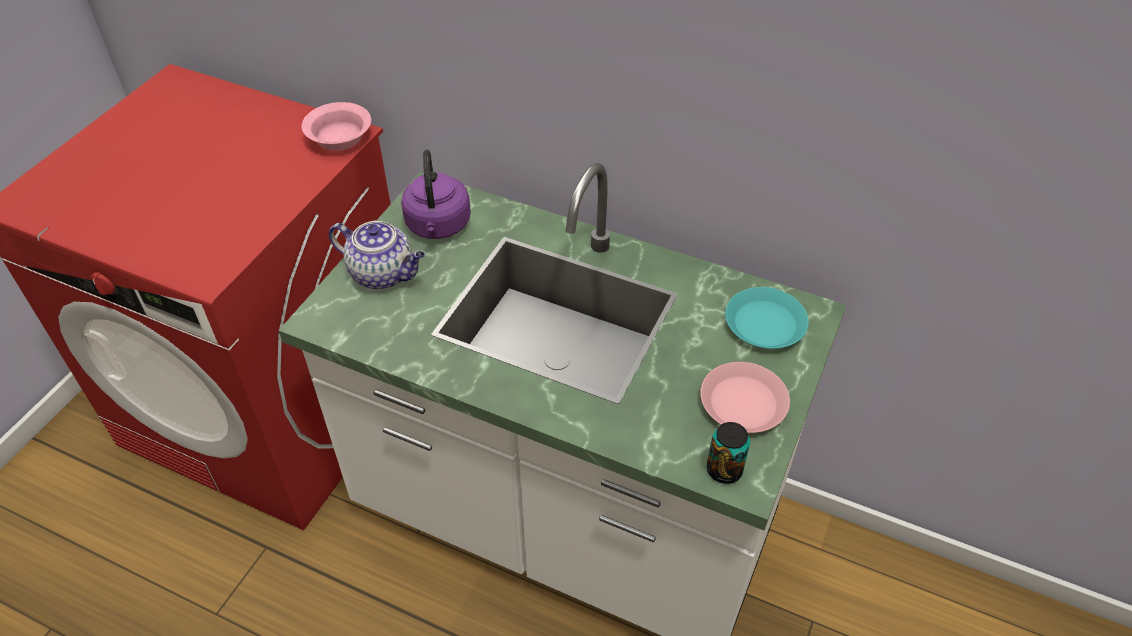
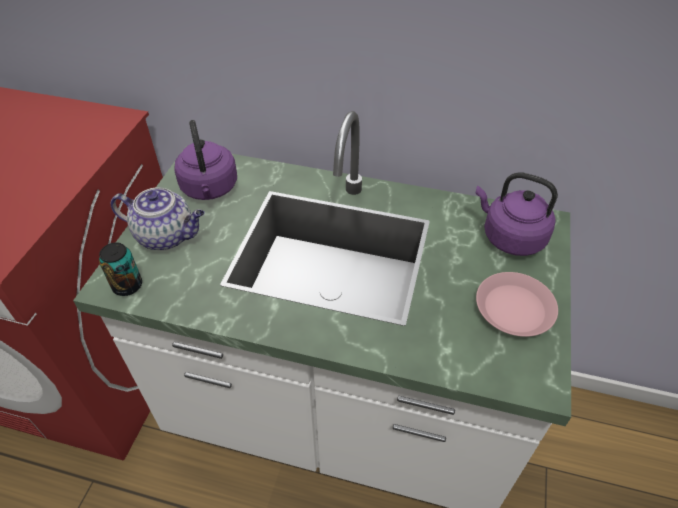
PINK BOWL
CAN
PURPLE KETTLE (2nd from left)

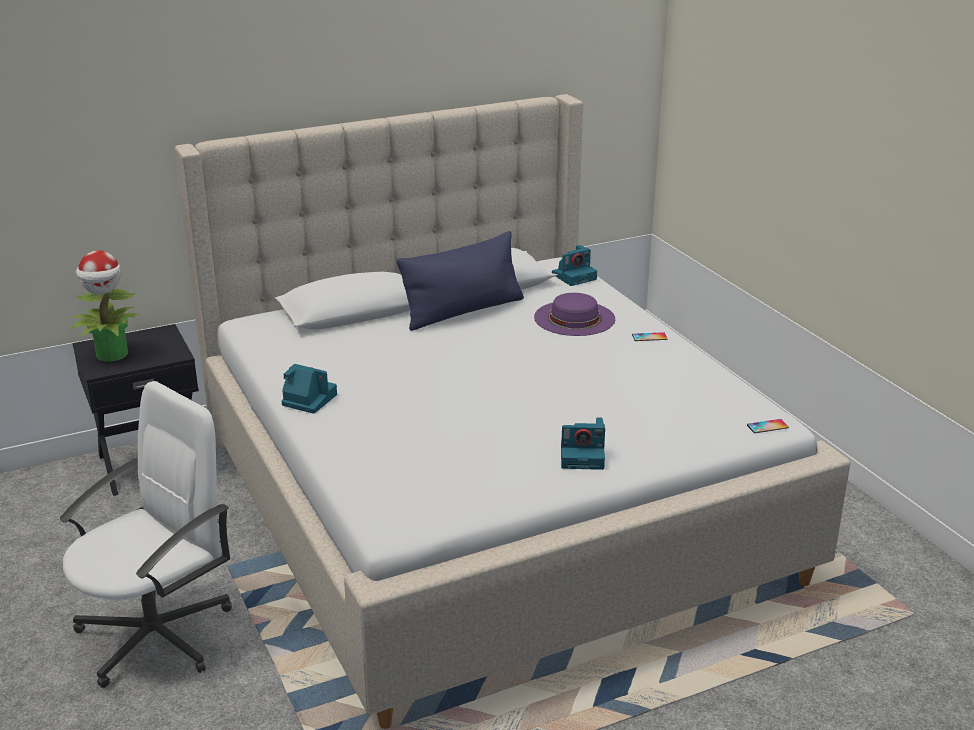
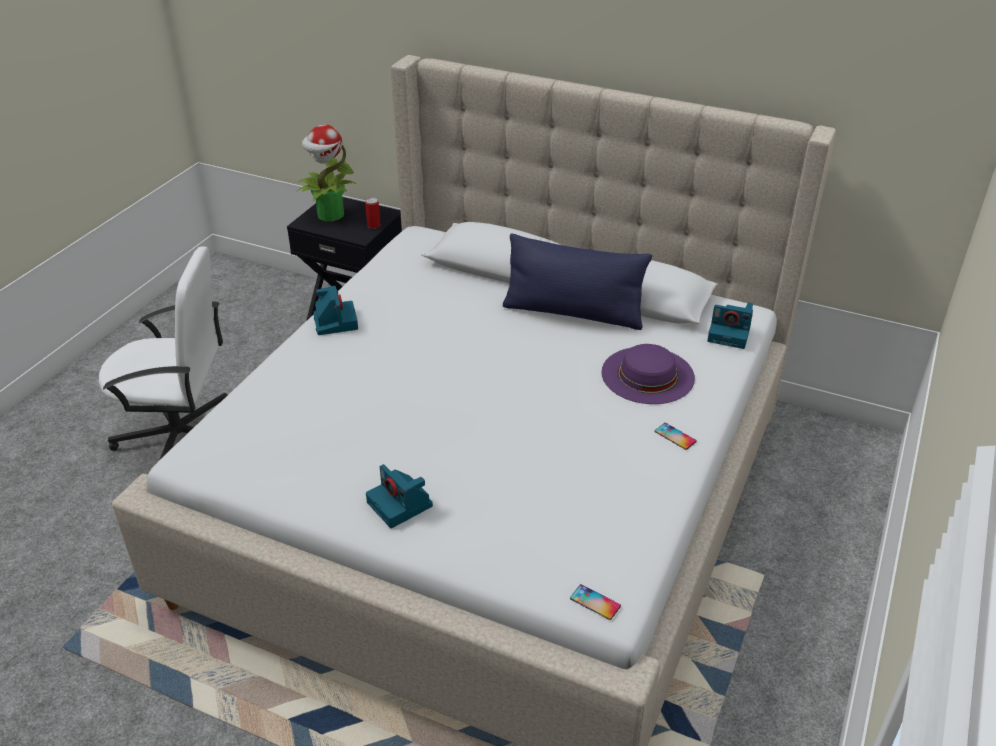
CAN

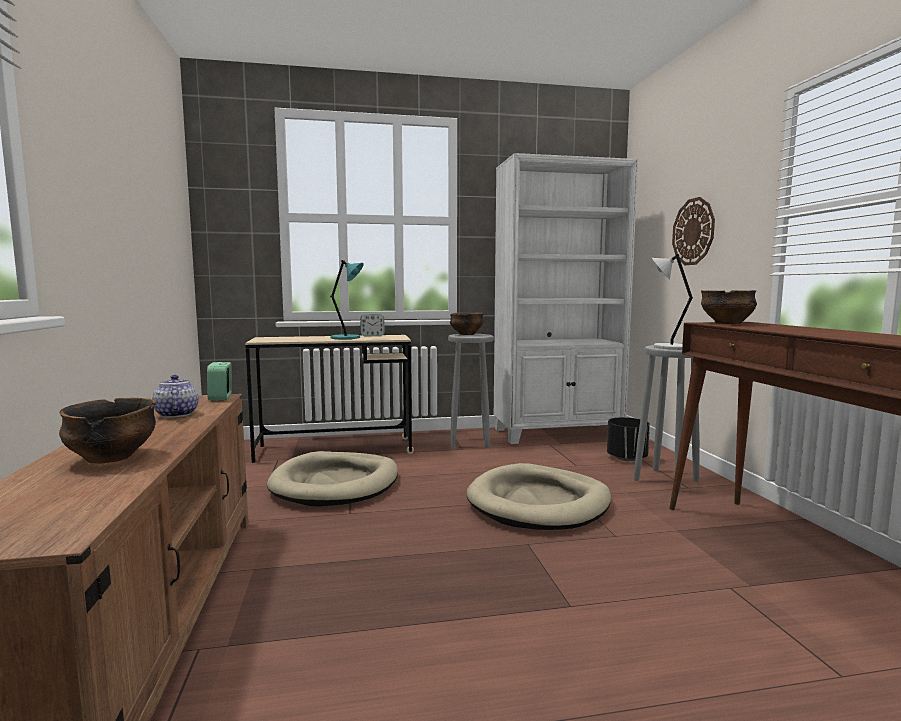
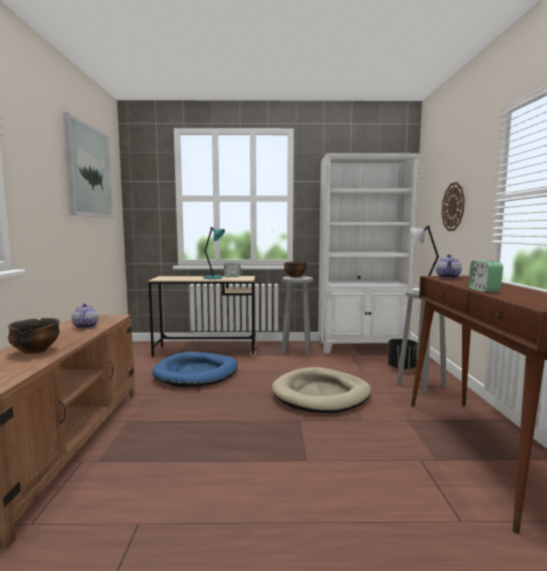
PICTURE
ALARM CLOCK (2nd from left)
TEAPOT (2nd from left)
BLUE DOG BED

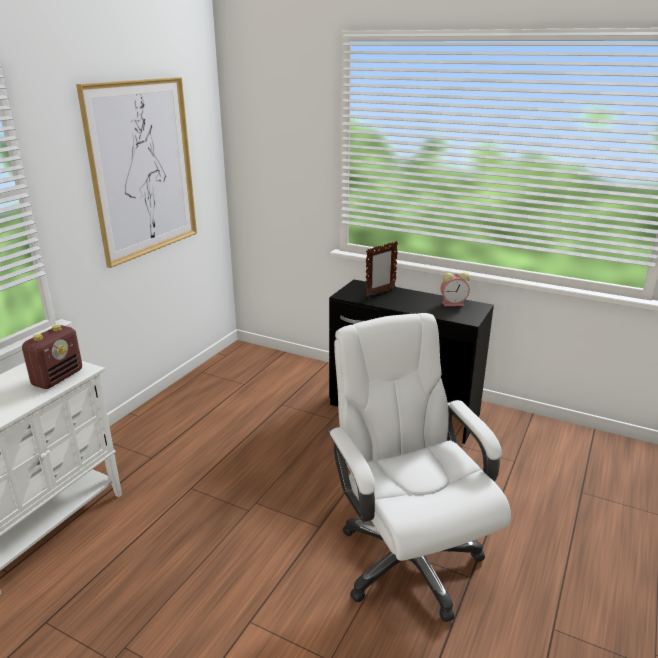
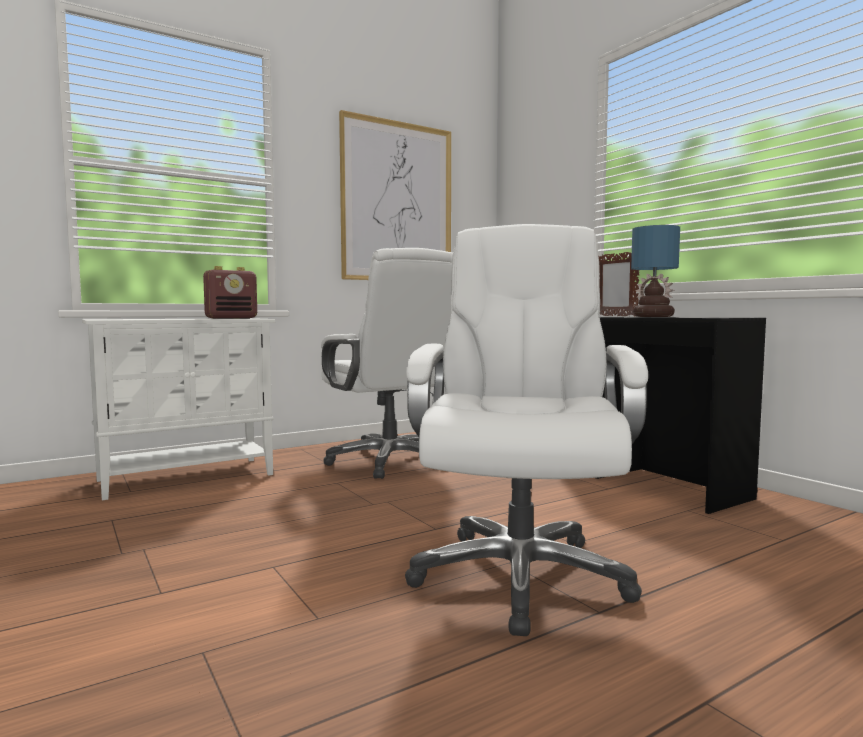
ALARM CLOCK
WHITE OFFICE CHAIR (1st from left)
TABLE LAMP
PICTURE FRAME

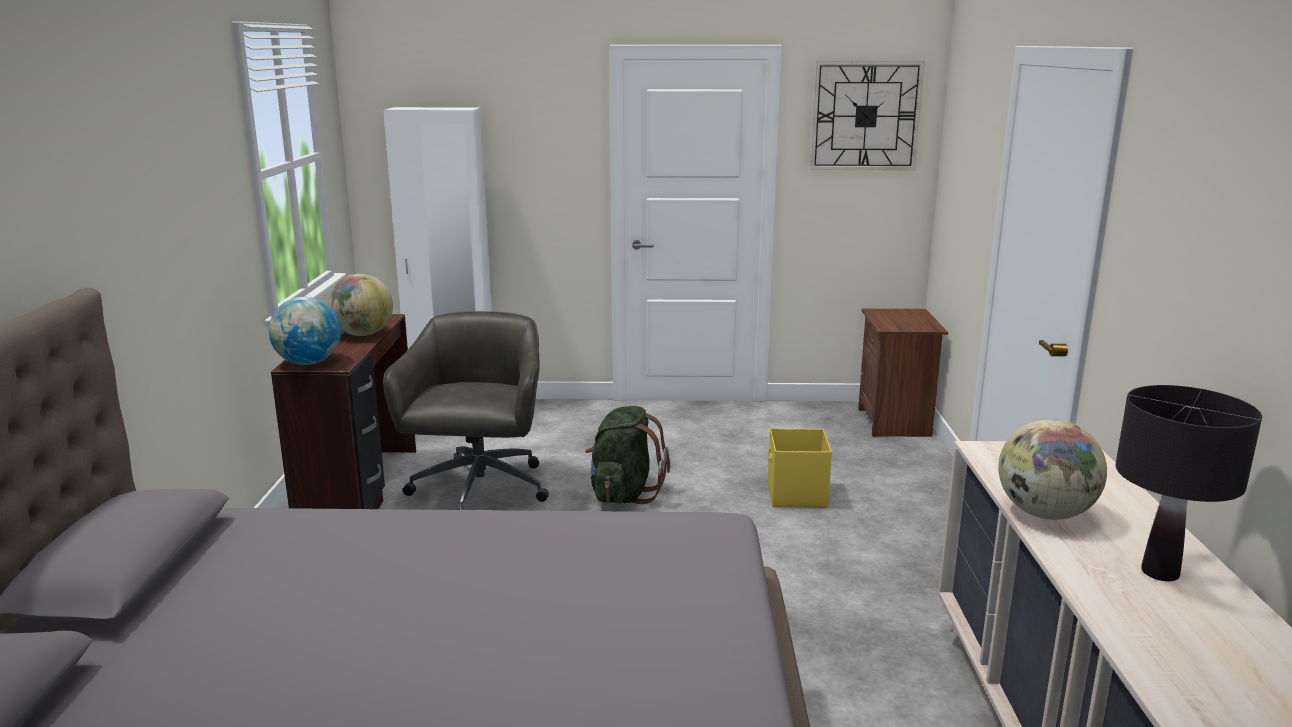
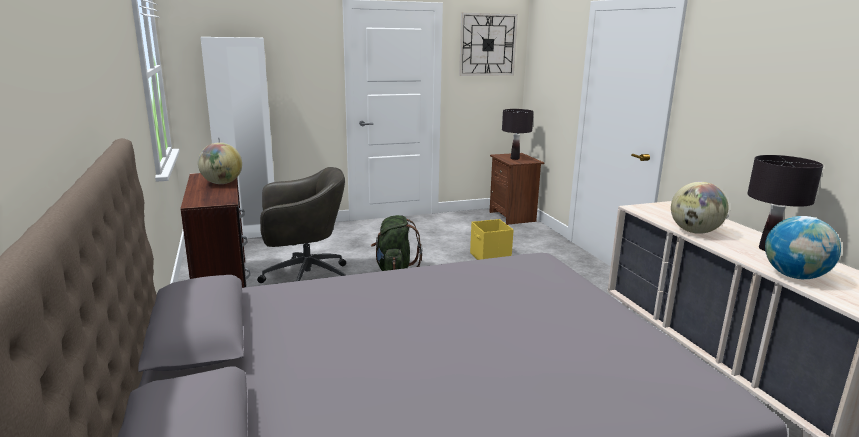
BLACK TABLE LAMP (1st from left)
GLOBE (3rd from left)
GREY OFFICE CHAIR

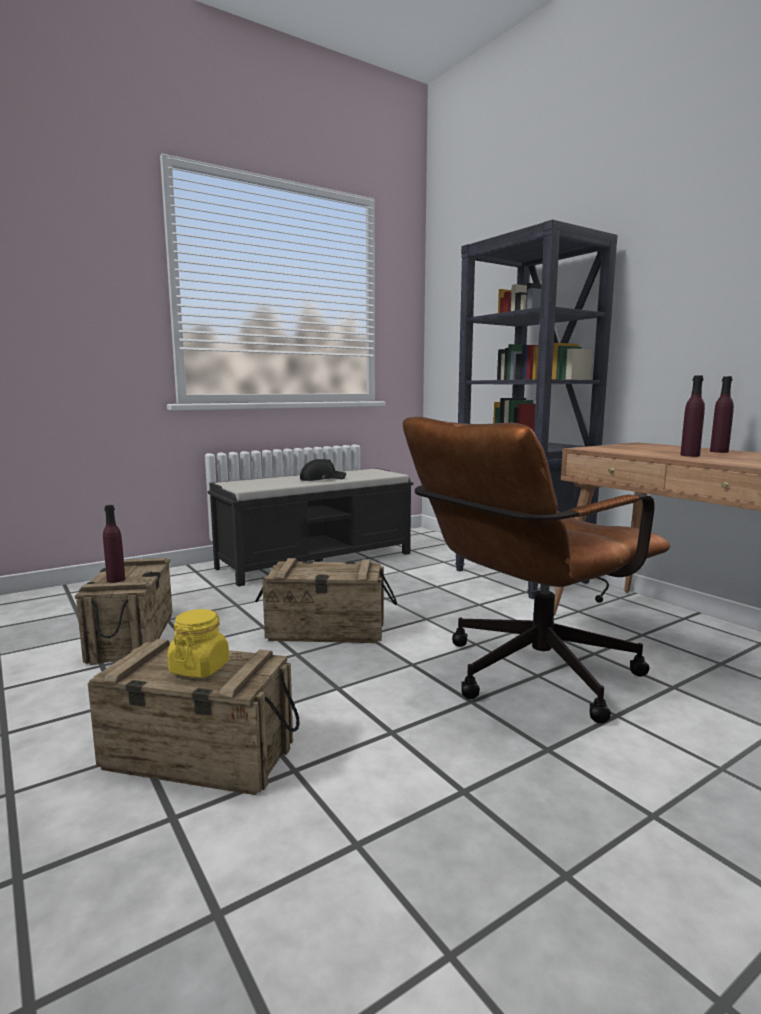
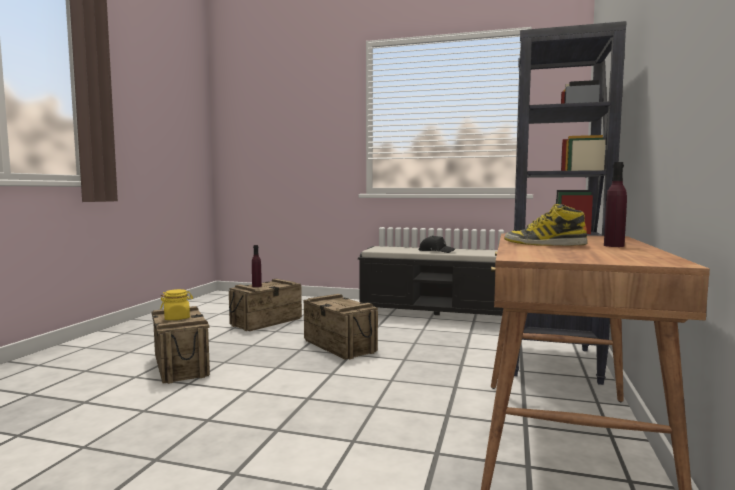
BROWN OFFICE CHAIR
BOOT

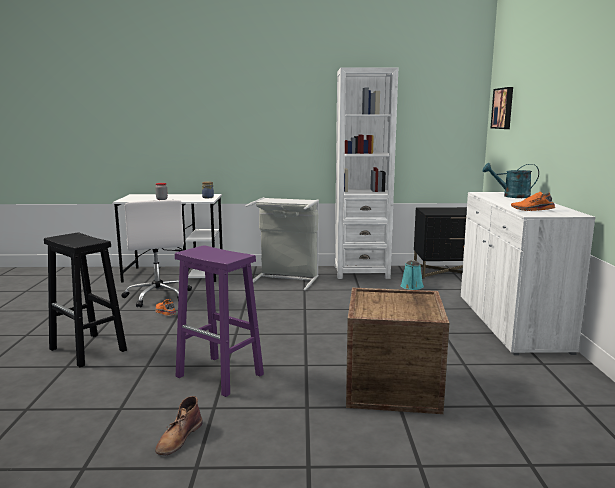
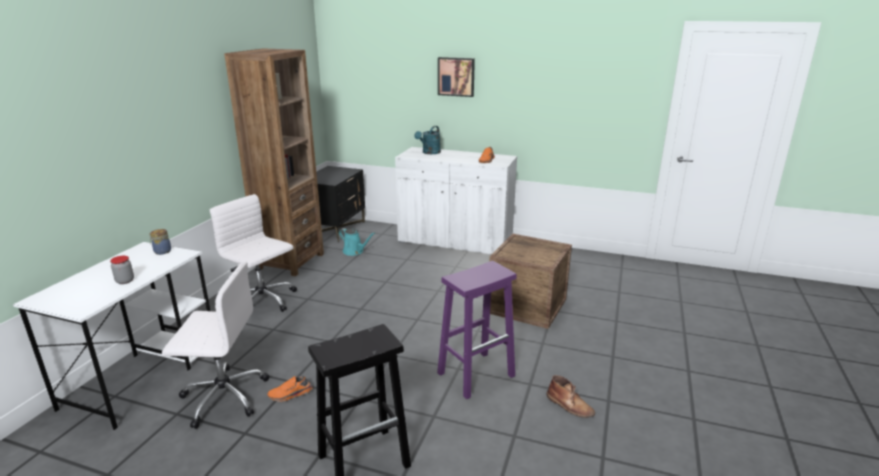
PICTURE
WHITE OFFICE CHAIR (2nd from left)
BROWN BOOKCASE

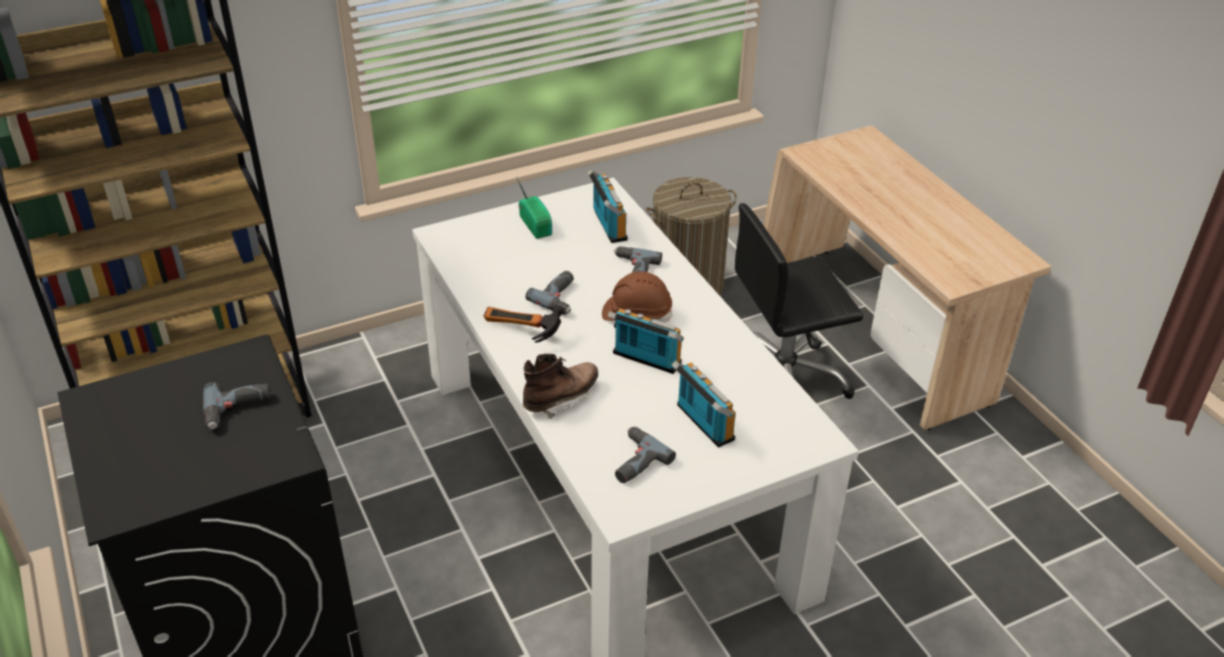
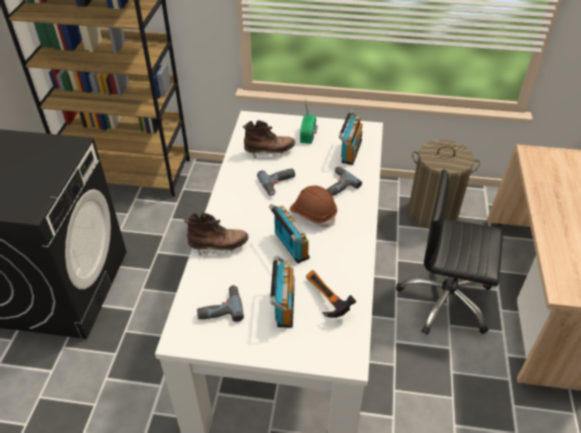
POWER DRILL (1st from left in the first image)
BROWN BOOT (2nd from left)
HAMMER

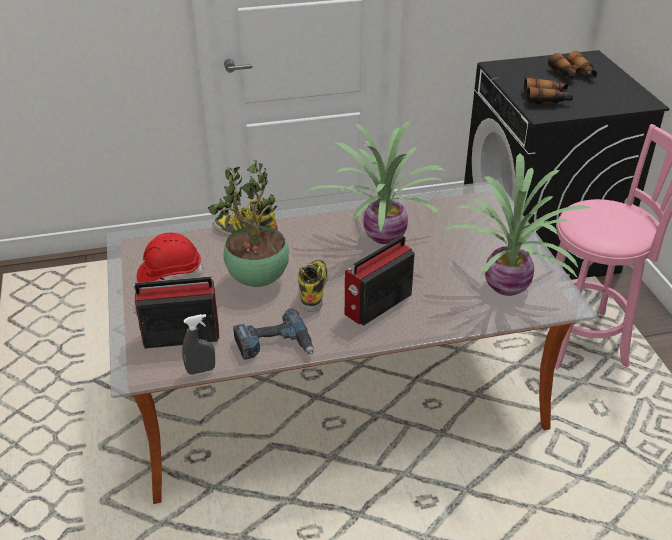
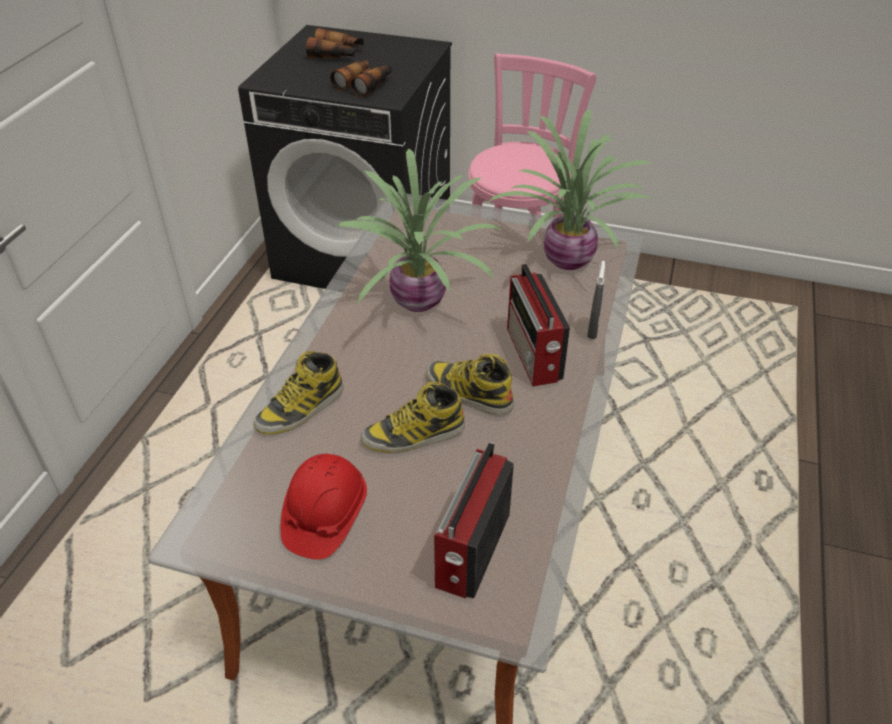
POWER DRILL
GREY SPRAY BOTTLE
BOOT (2nd from left)

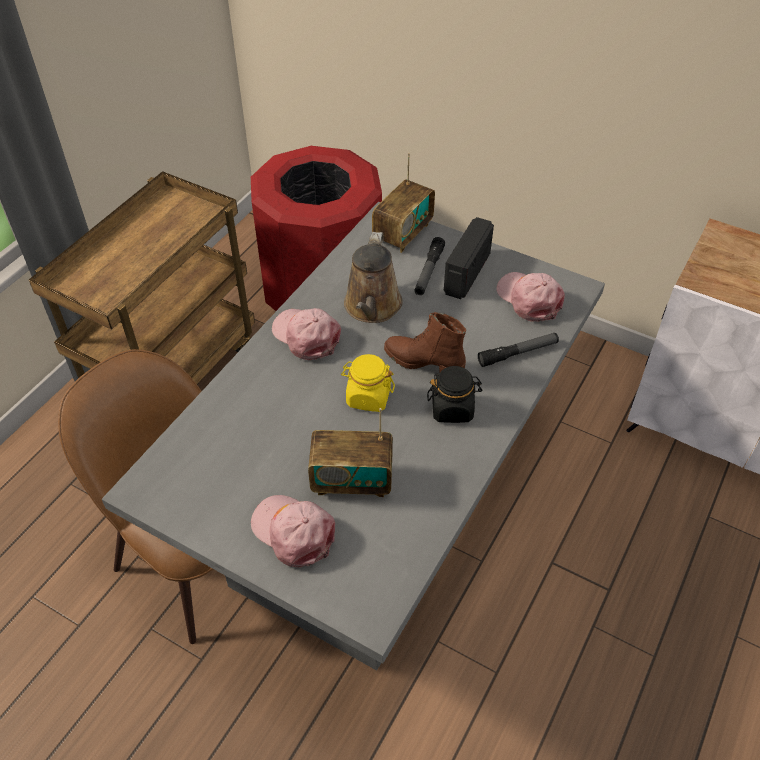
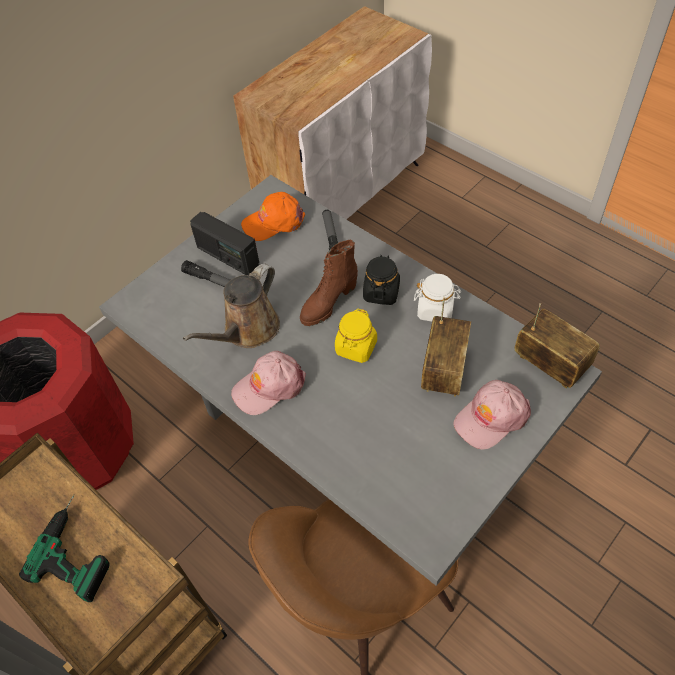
POWER DRILL
WHITE JAR
RADIO (3rd from left)
ORANGE CAP
BROWN WATERING CAN

